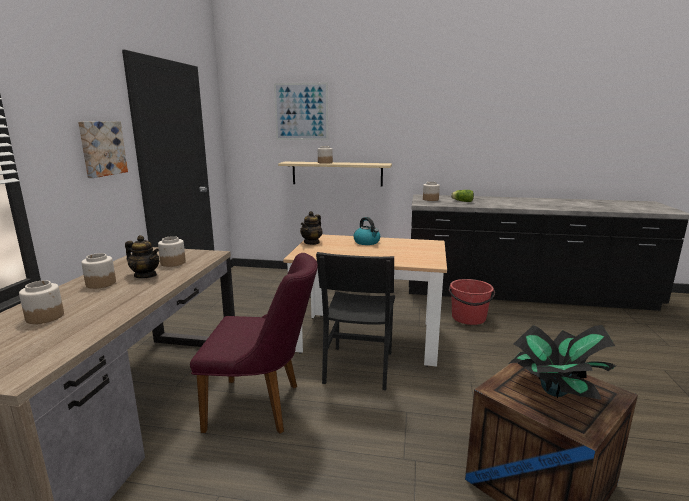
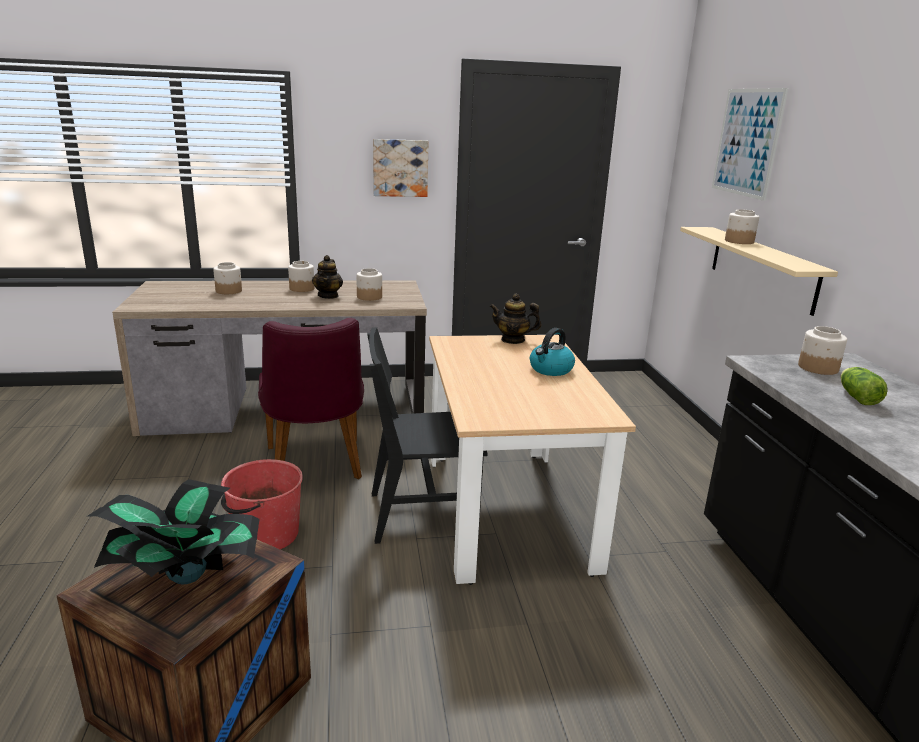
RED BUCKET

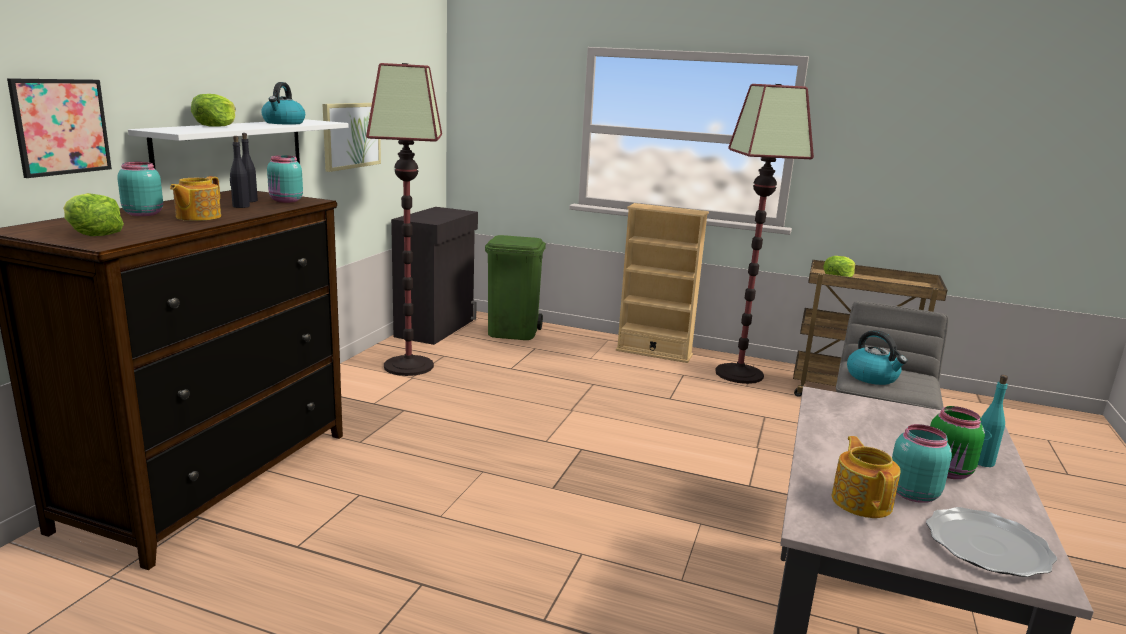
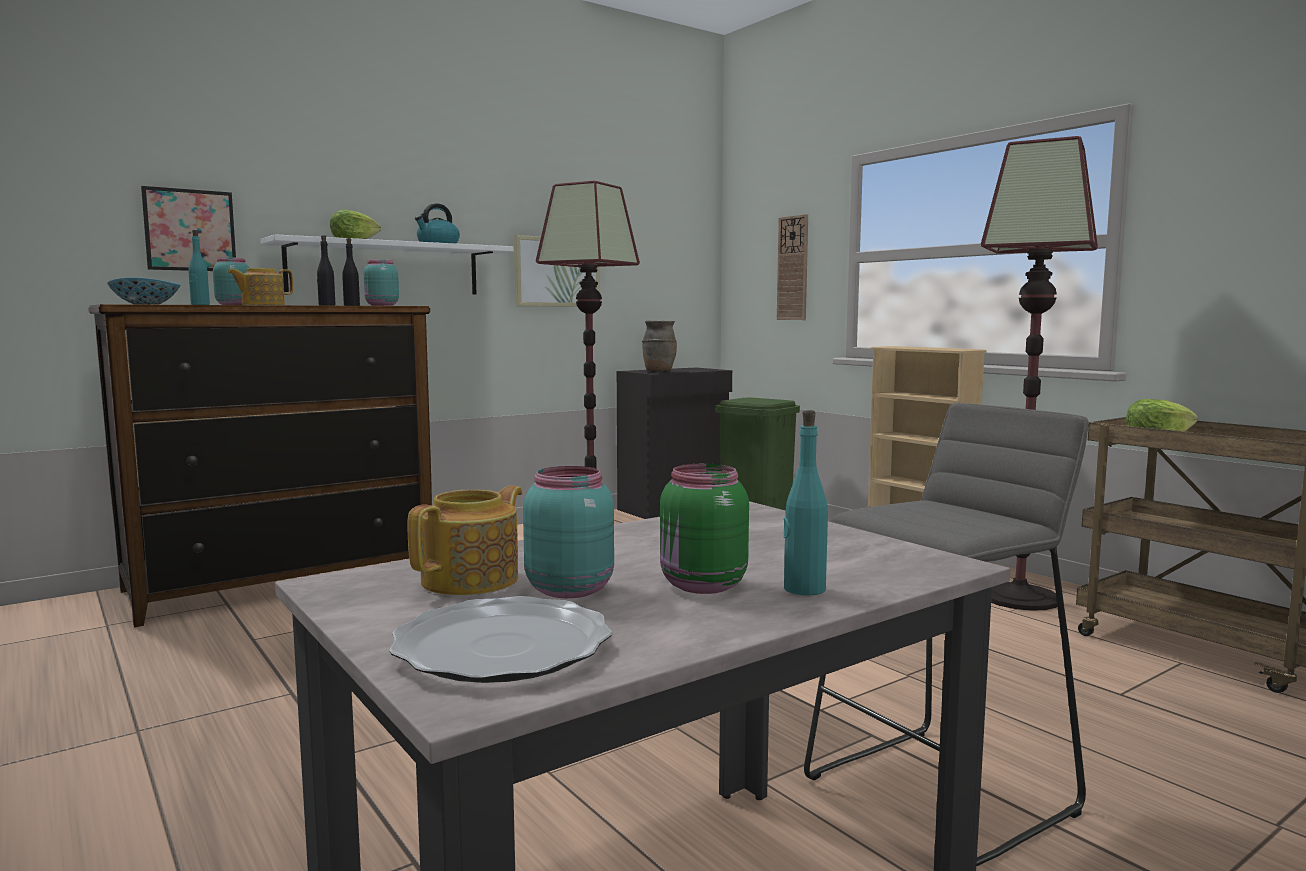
KETTLE (2nd from left in the first image)
TURQUOISE BOTTLE (1st from left)
BROWN VASE
WALL CLOCK
BOWL

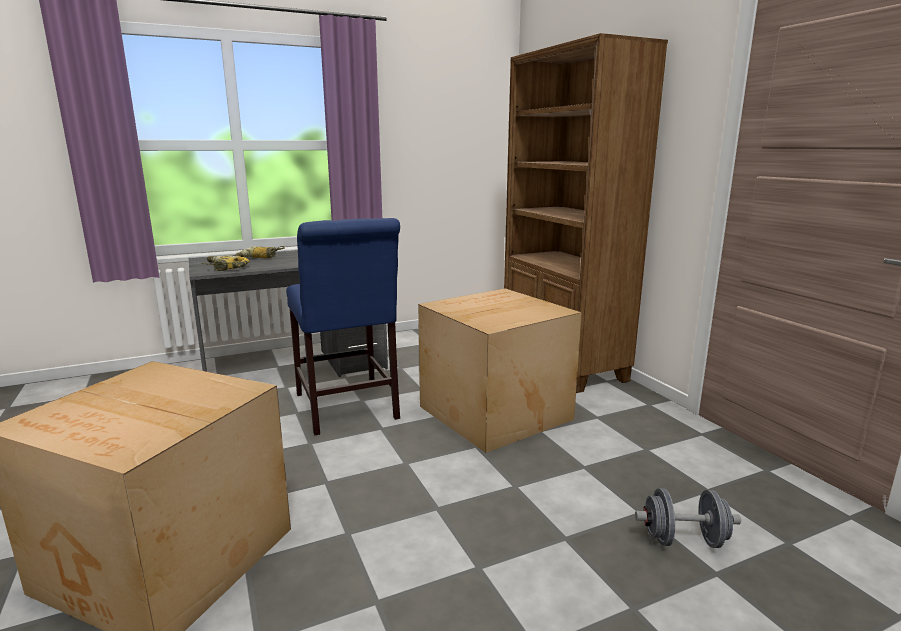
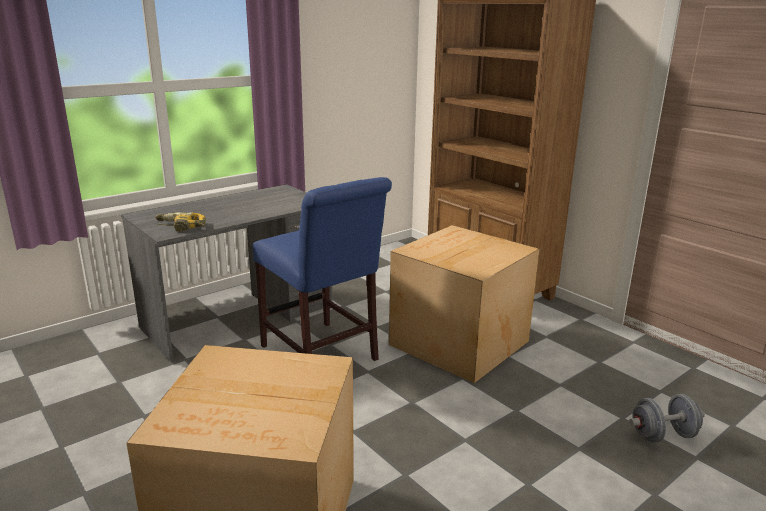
POWER DRILL (2nd from left in the first image)

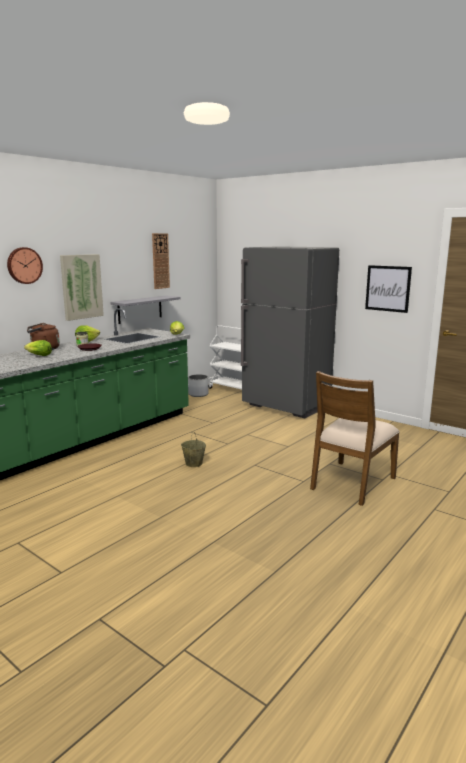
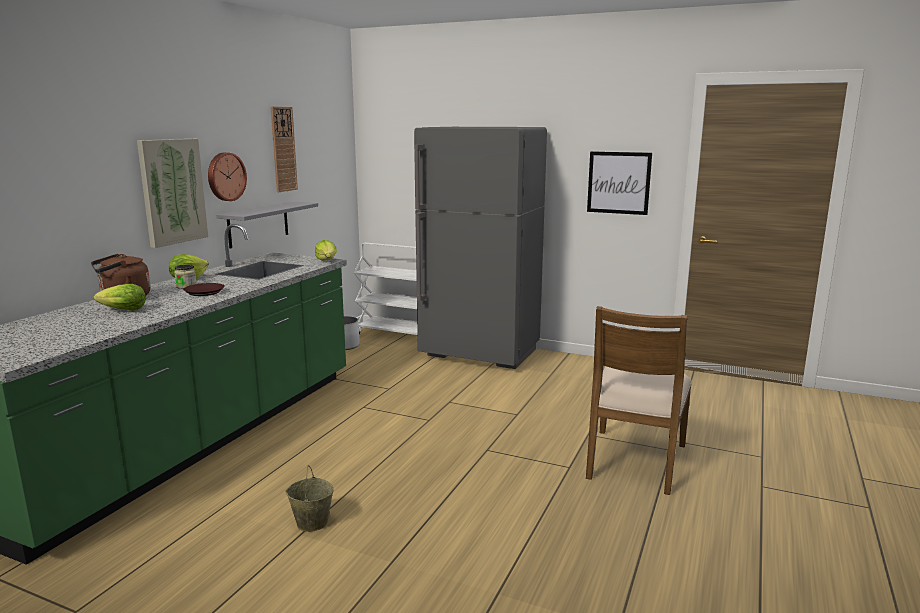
WALL CLOCK (1st from left)
BEIGE BUCKET

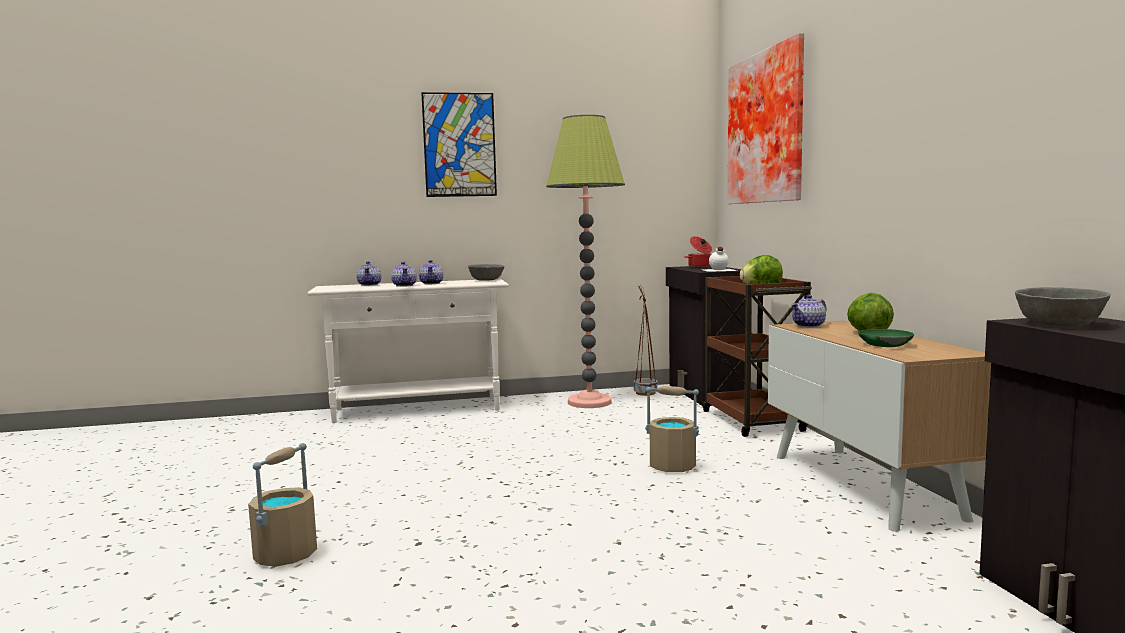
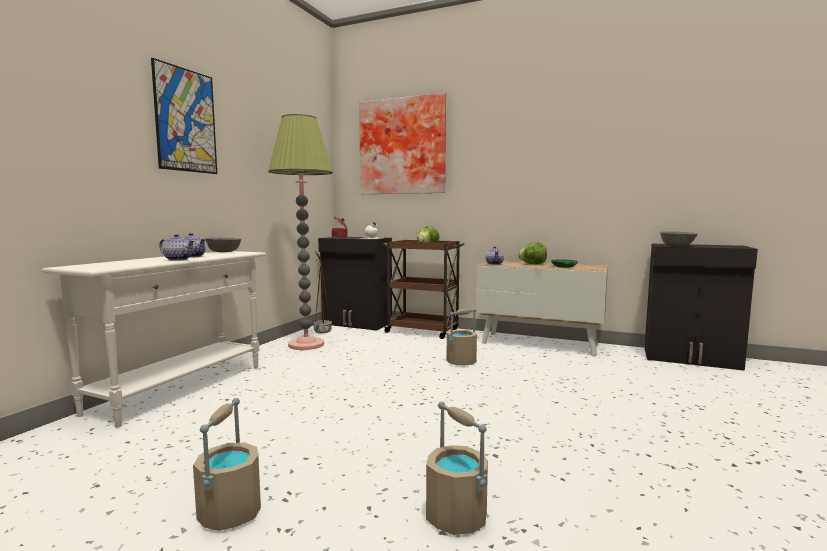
TEAPOT (1st from left in the first image)
BEIGE BUCKET (1st from left)

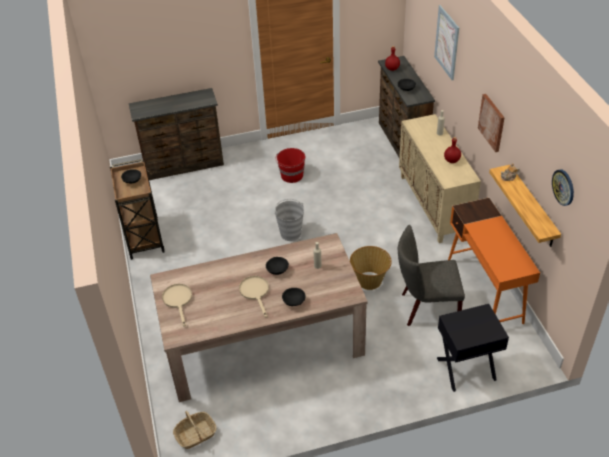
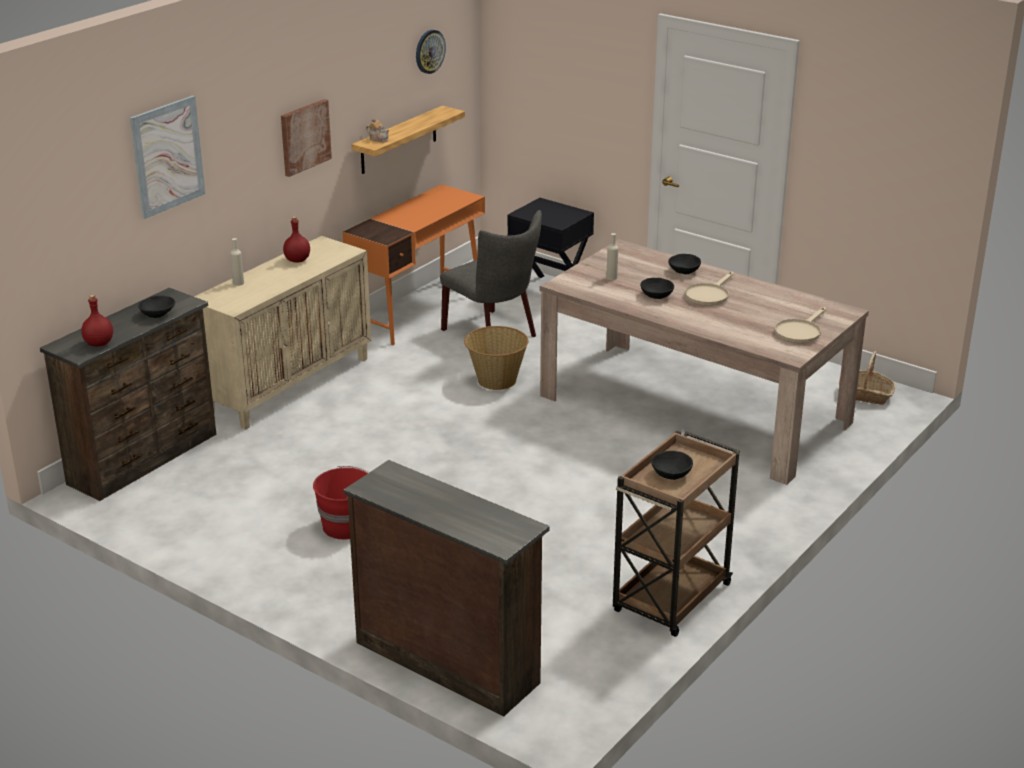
GREY BUCKET

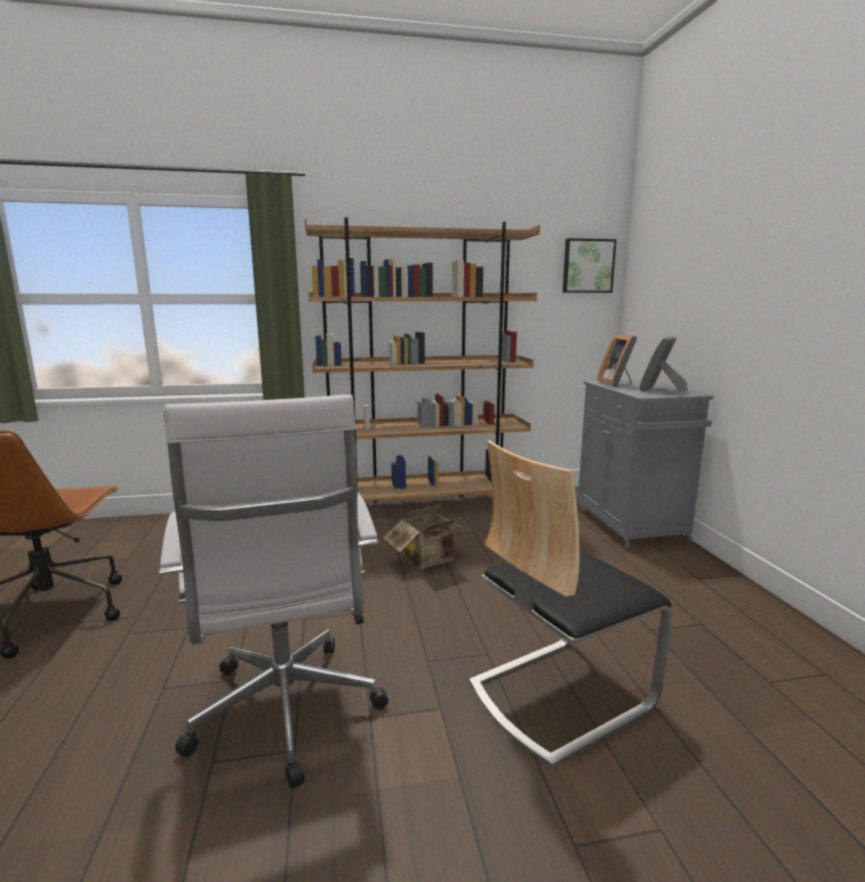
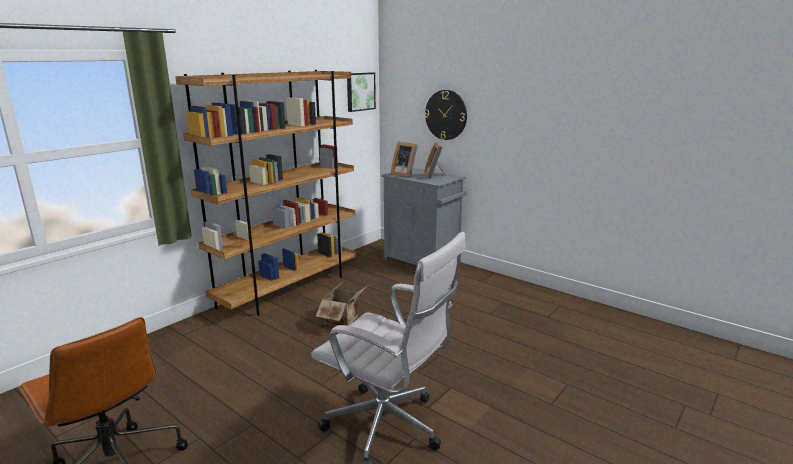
CHAIR
WALL CLOCK

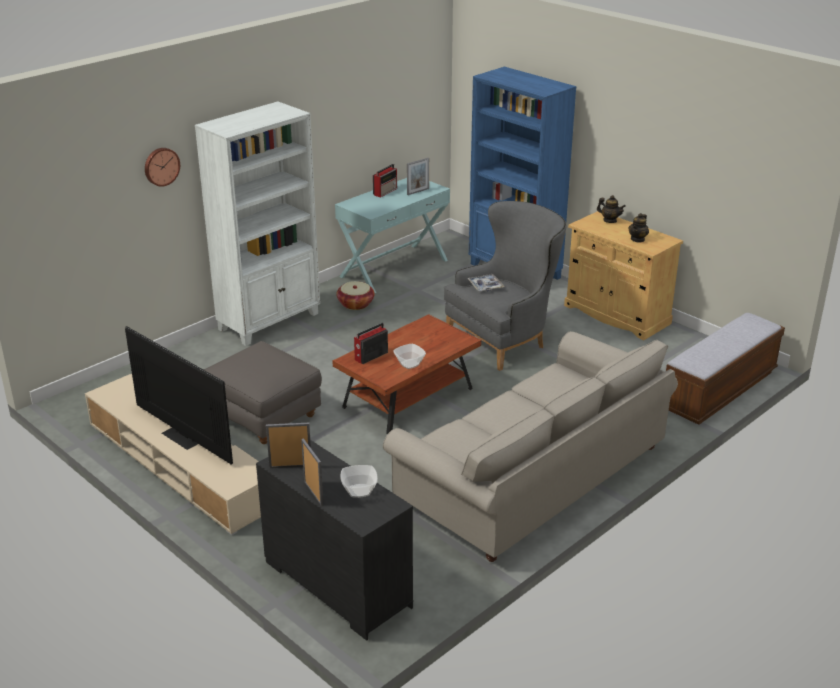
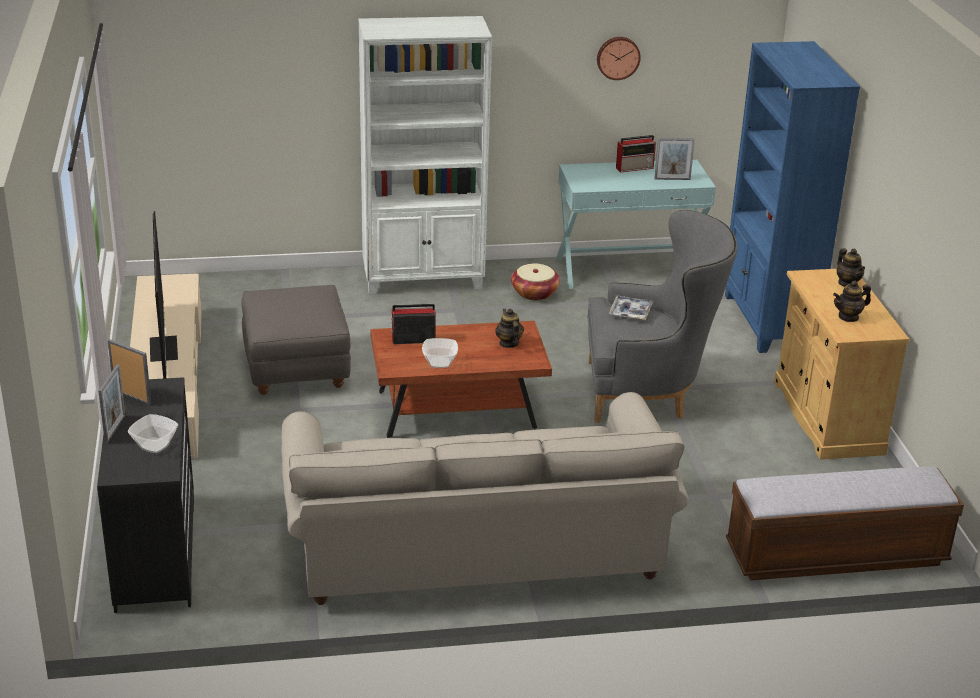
TEAPOT (1st from left)
WALL CLOCK

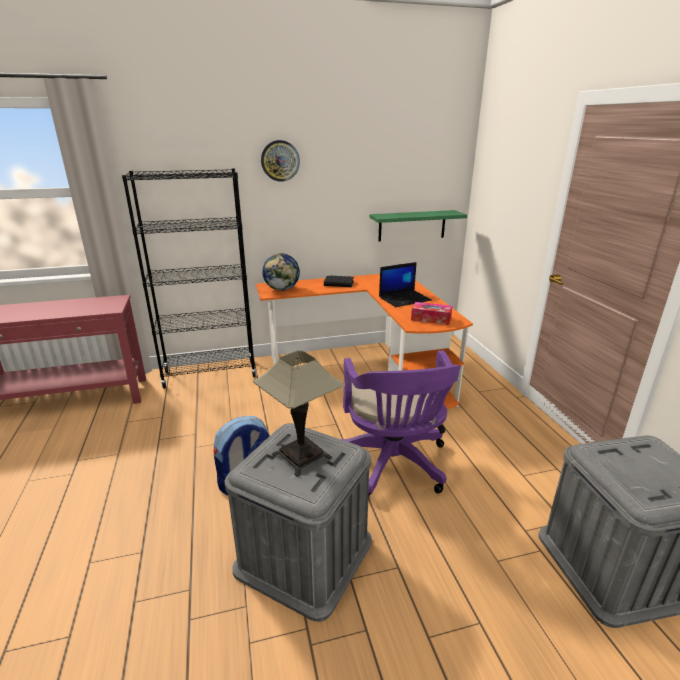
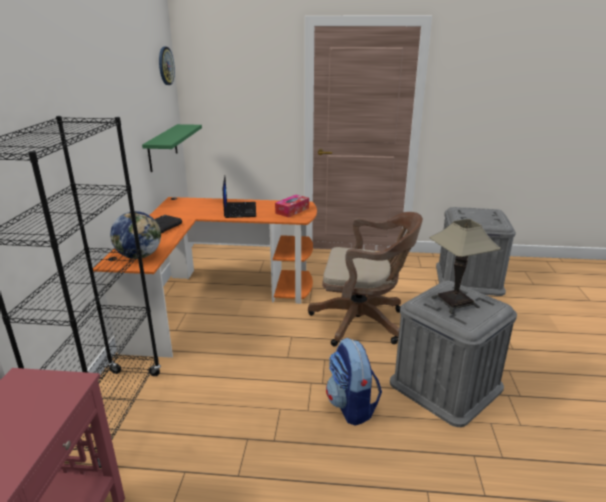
WALL CLOCK
BROWN OFFICE CHAIR

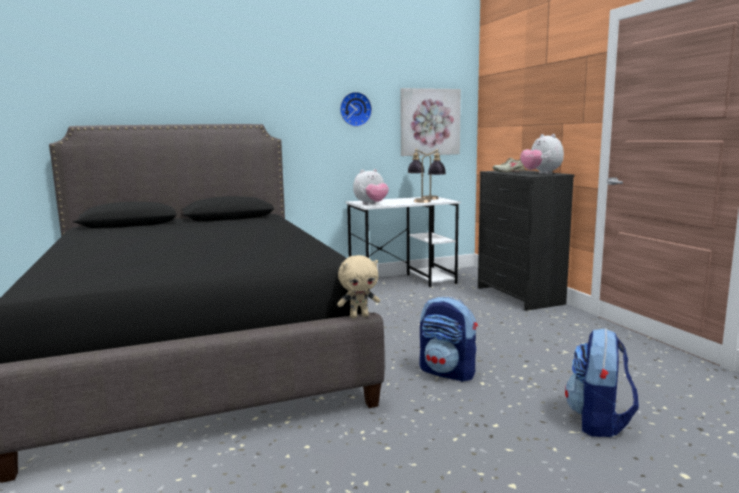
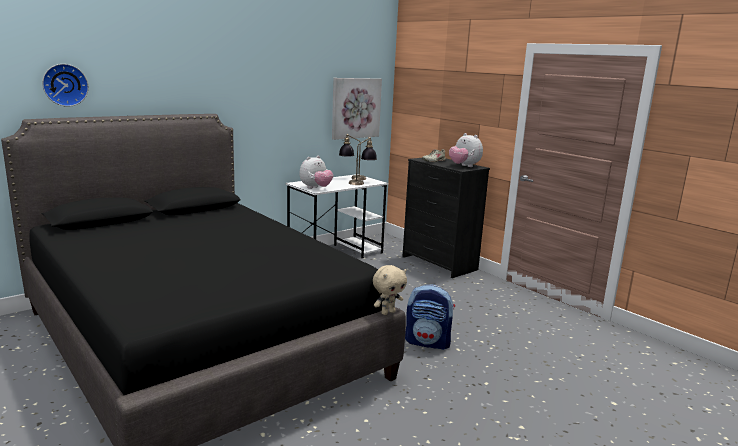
BACKPACK (2nd from left in the first image)
WALL CLOCK

